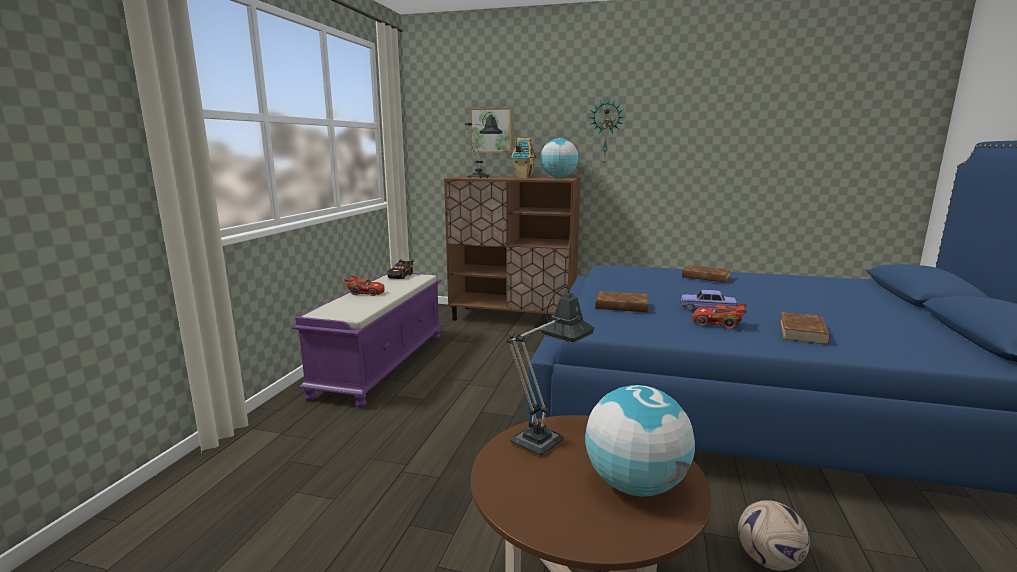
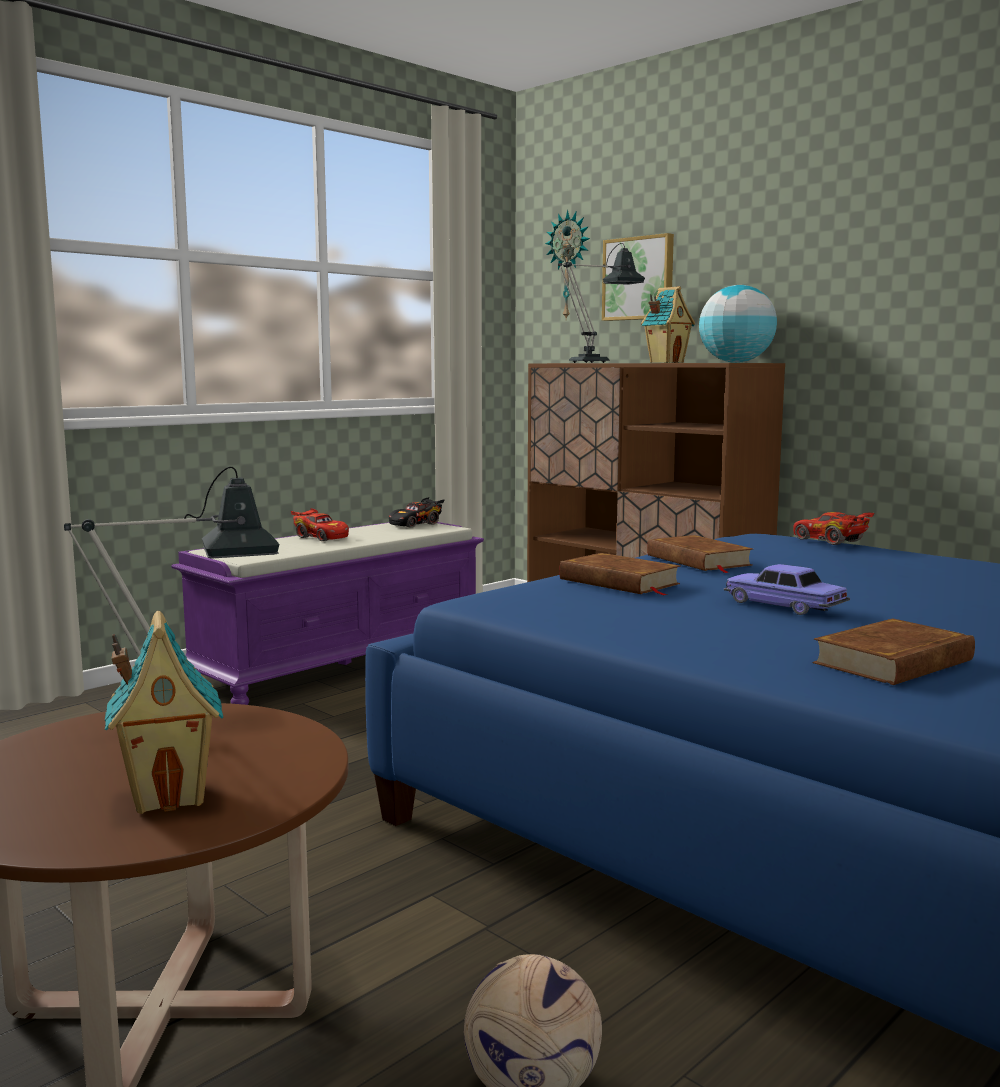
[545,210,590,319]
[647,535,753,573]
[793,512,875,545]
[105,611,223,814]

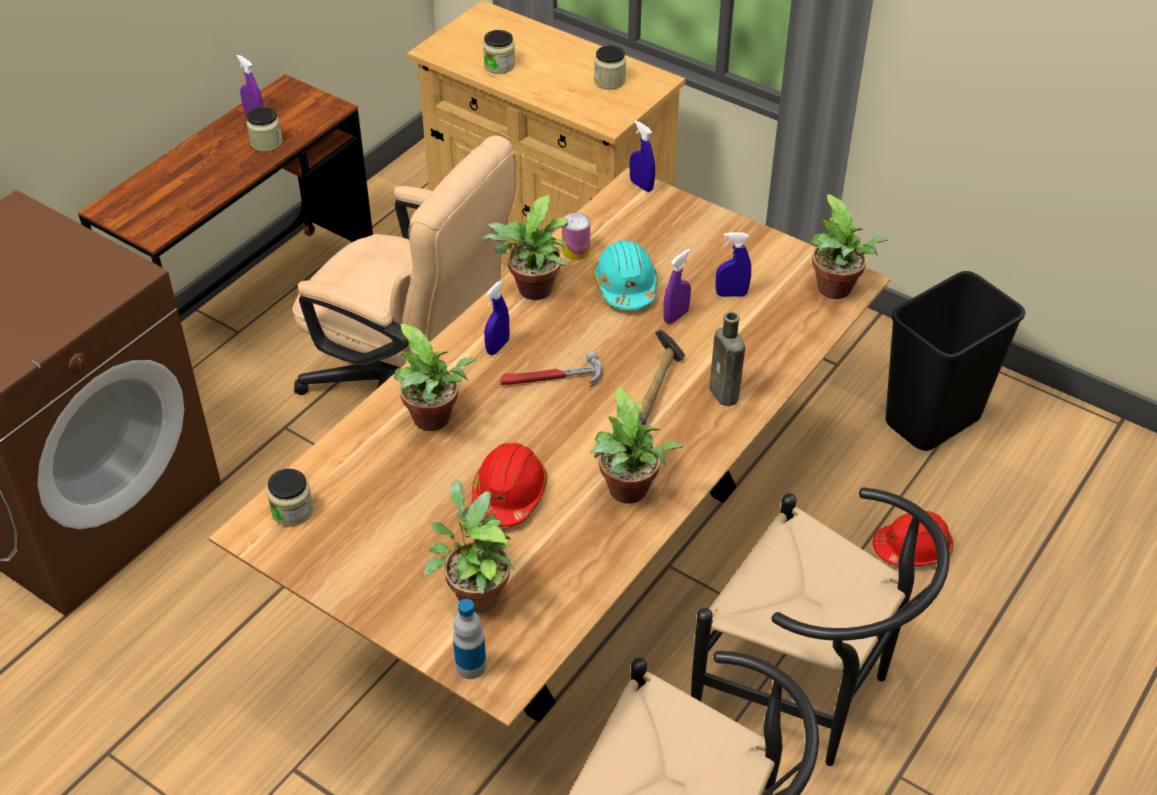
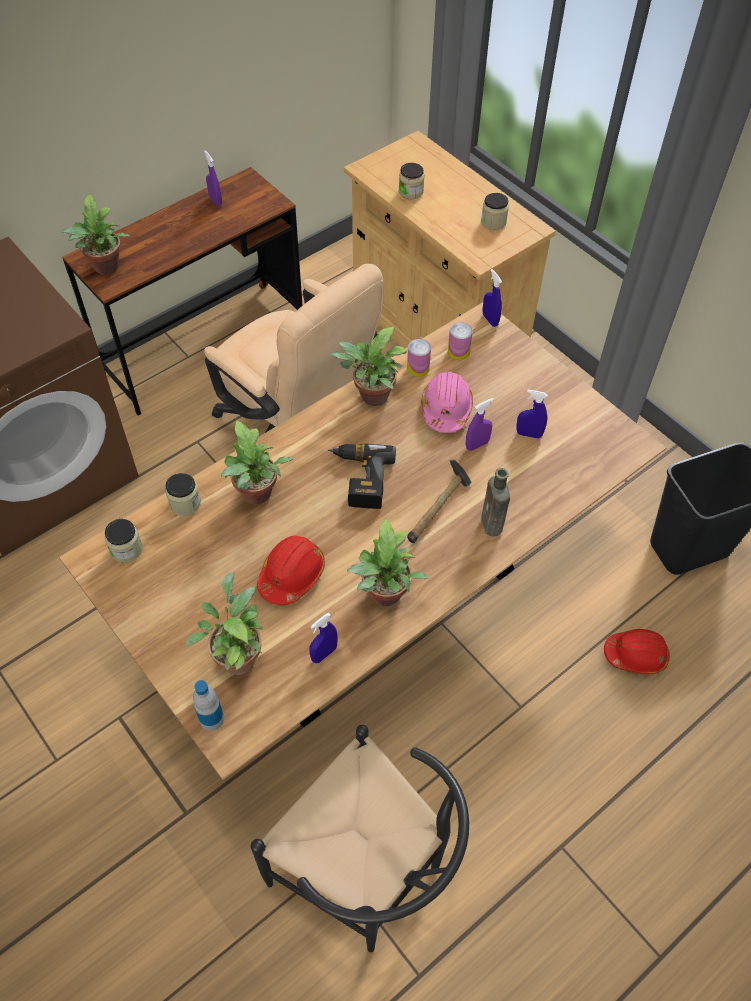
[165,473,201,516]
[62,194,130,274]
[421,372,473,433]
[309,613,338,663]
[328,443,396,509]
[691,487,950,766] (first image)
[448,323,473,360]

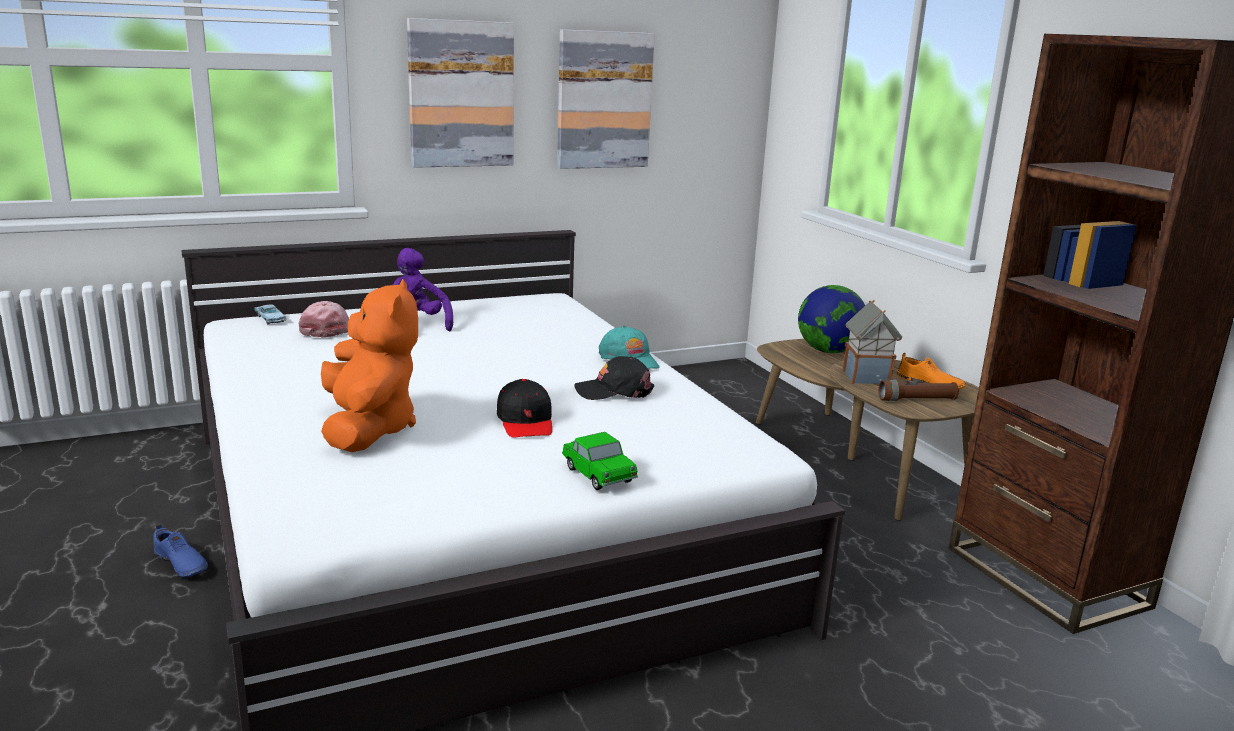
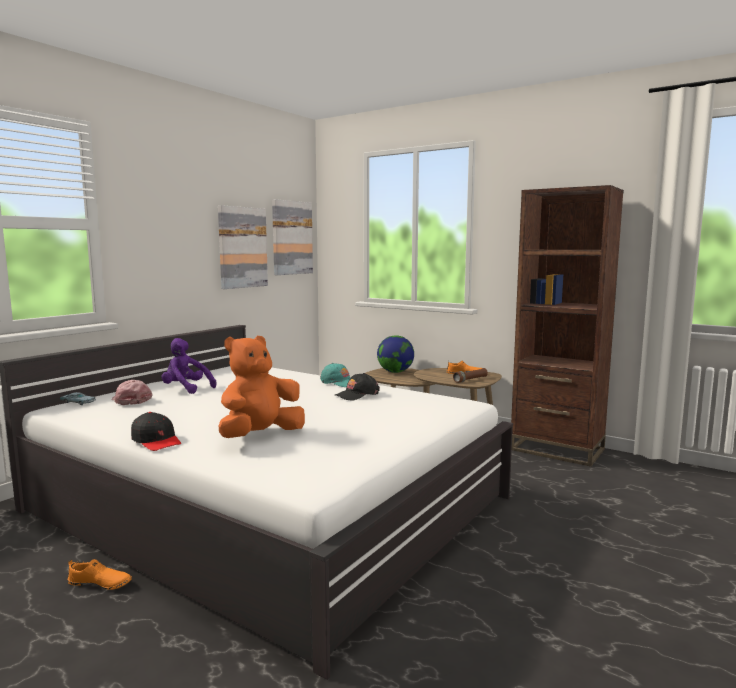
[272,199,313,275]
[219,336,305,438]
[843,300,902,384] (first image)
[131,412,181,451]
[562,432,638,490] (first image)
[68,559,132,590]

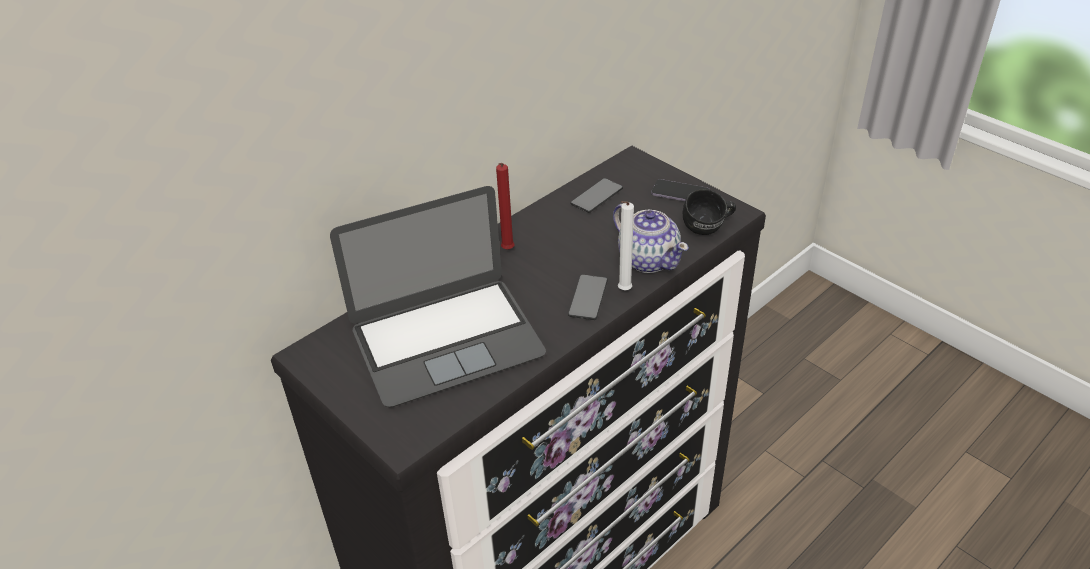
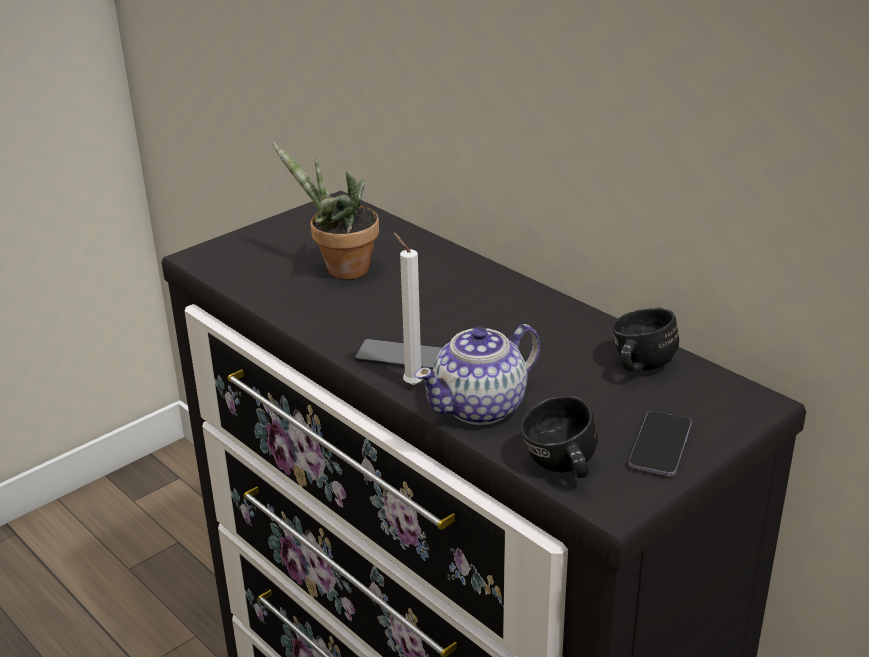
[496,163,514,250] (first image)
[612,307,679,372]
[272,142,379,279]

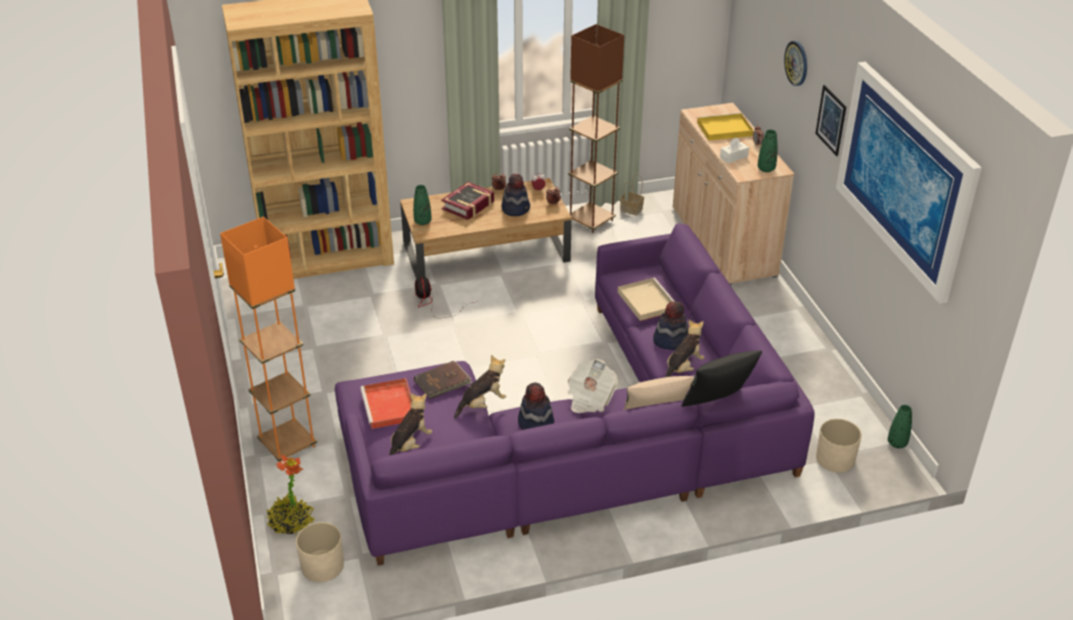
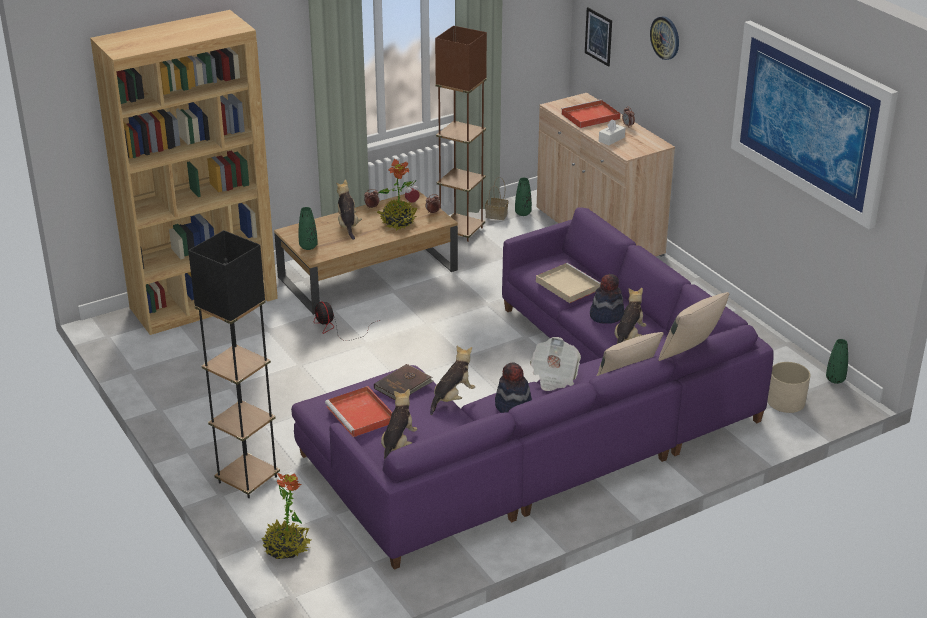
[585,7,612,67]
[561,99,621,128]
[515,178,532,216]
[377,159,417,231]
[336,180,362,240]
[188,230,280,498]
[658,292,729,361]
[296,522,344,582] (first image)

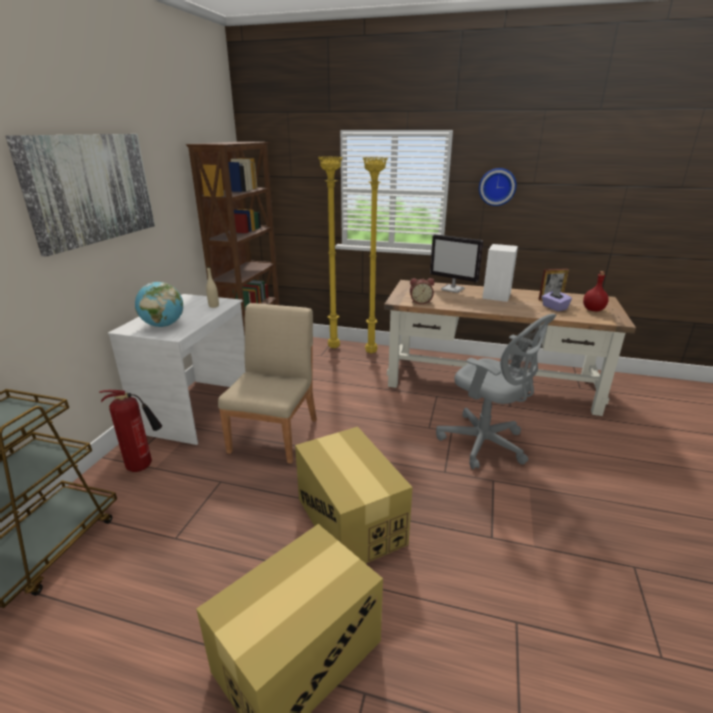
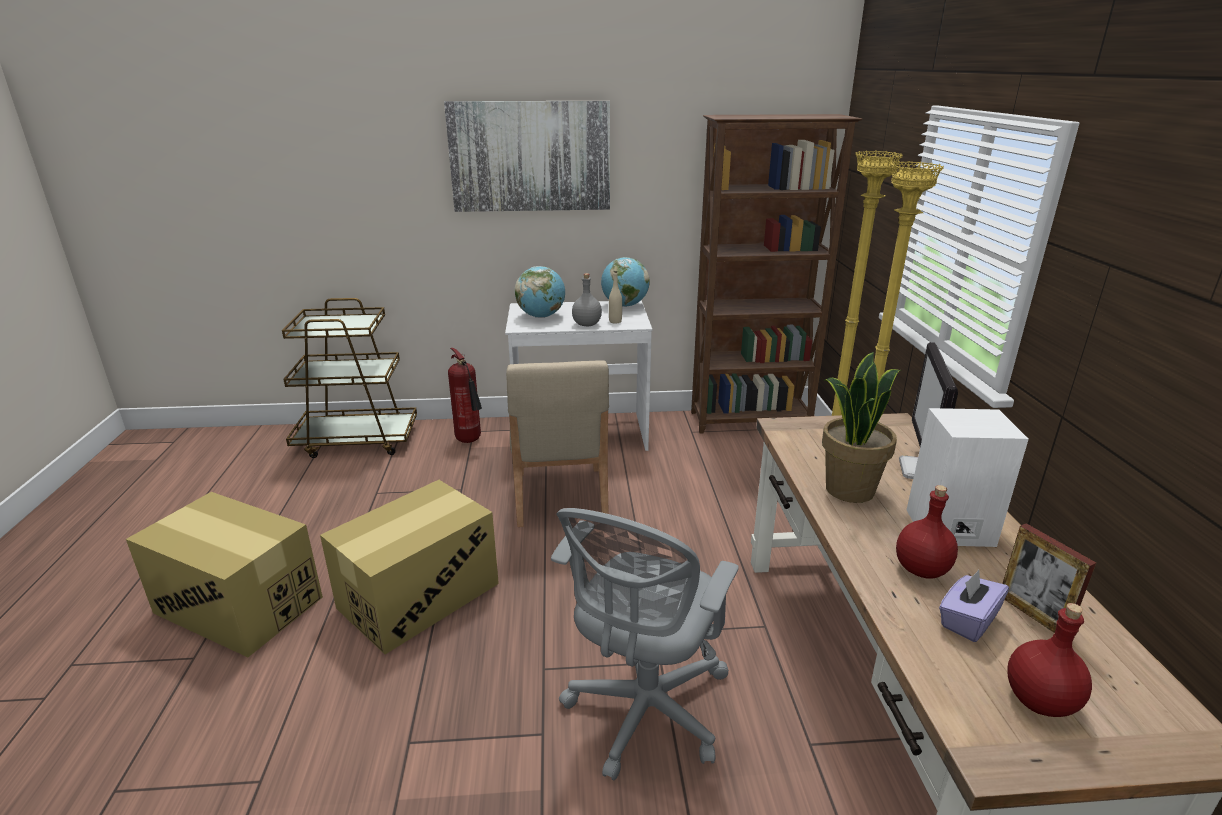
[479,168,516,206] (first image)
[410,278,434,304] (first image)
[506,360,609,527]
[601,257,650,307]
[572,273,602,326]
[822,352,901,503]
[896,485,958,579]

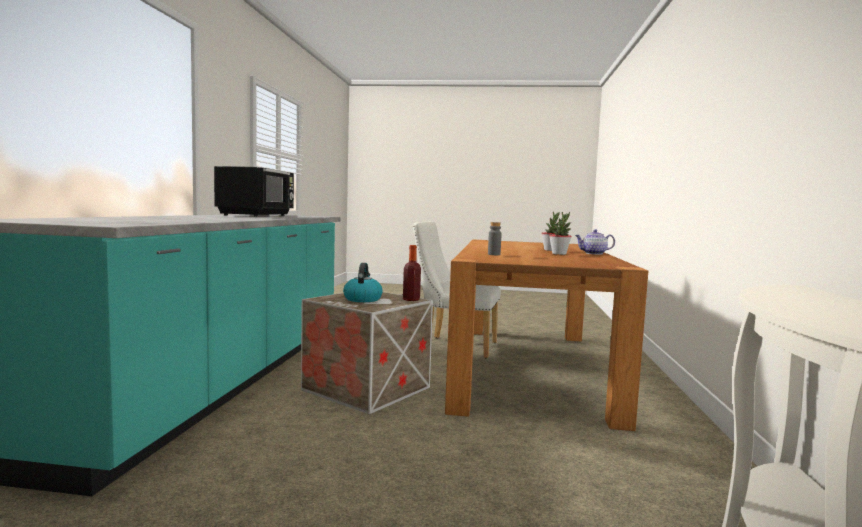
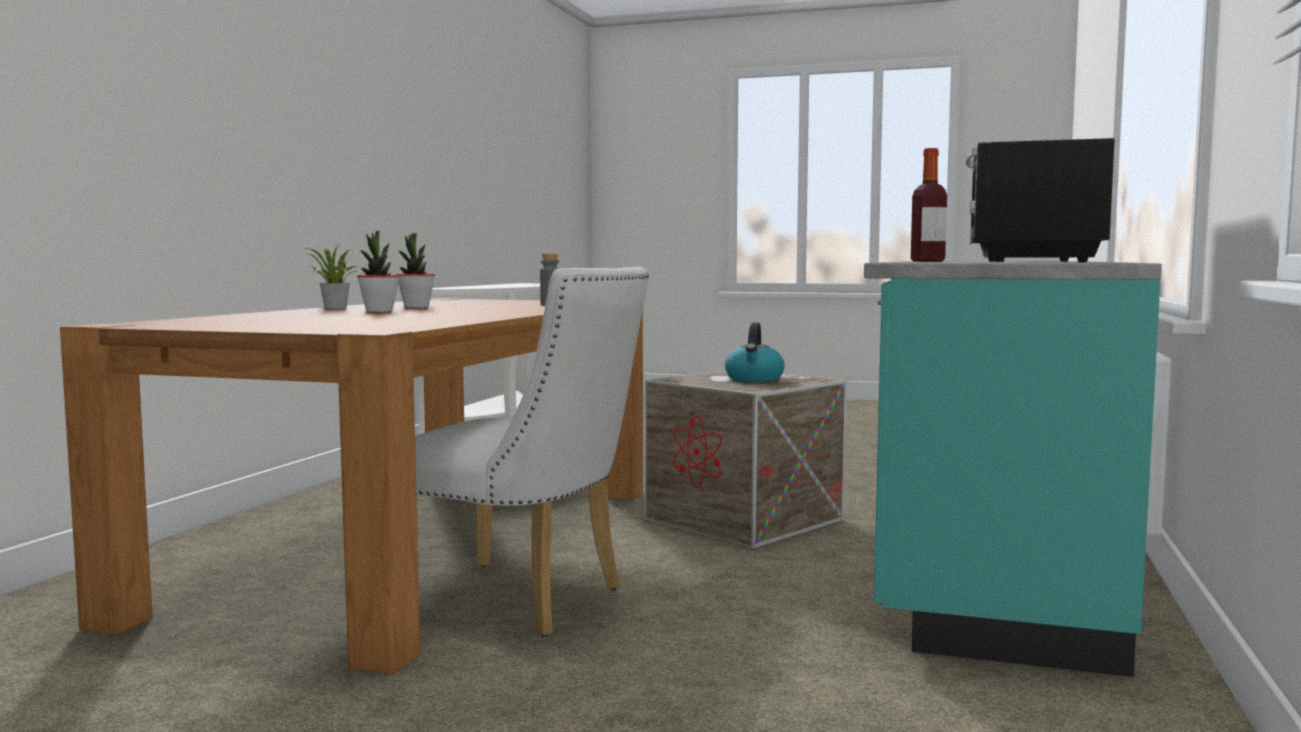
[305,245,360,309]
[911,148,947,262]

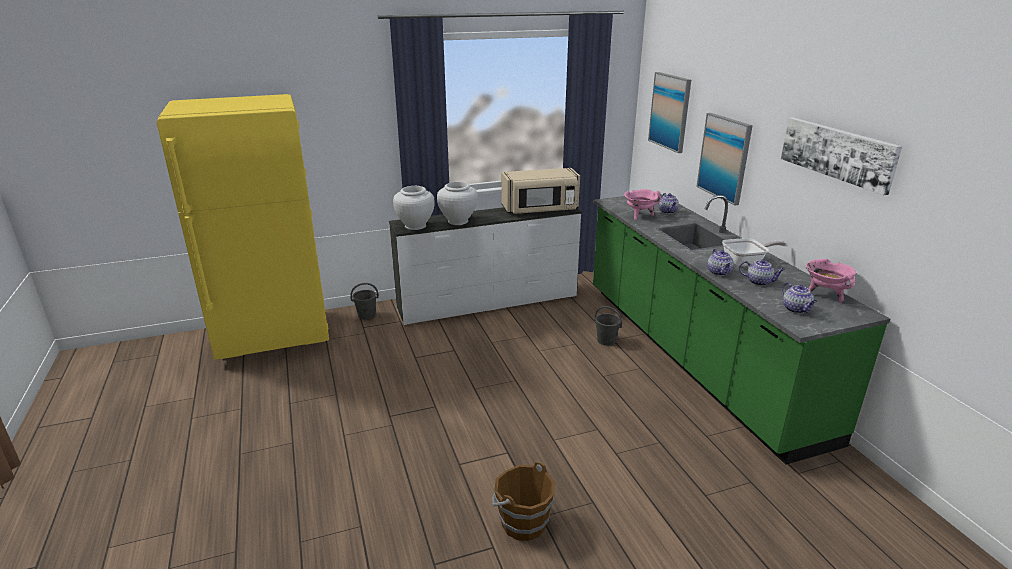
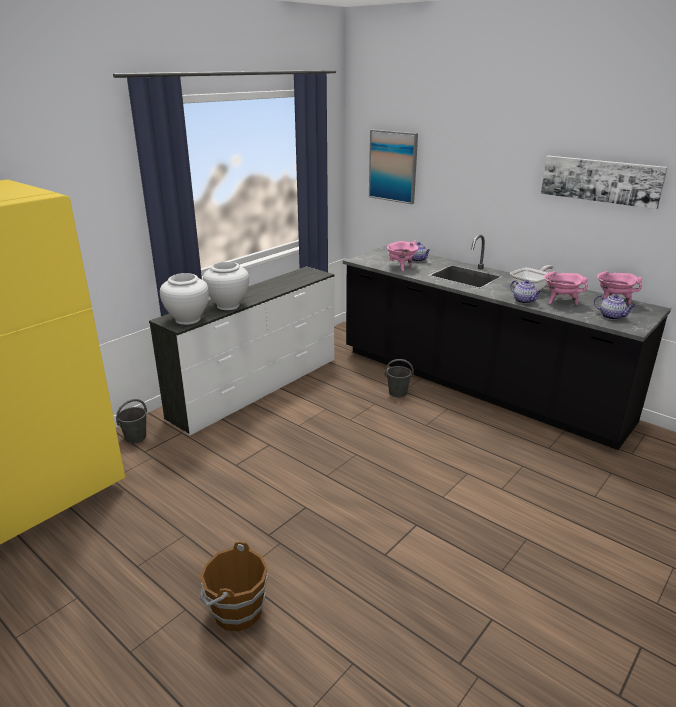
[696,113,753,206] (first image)
[501,168,580,214] (first image)
[343,235,671,450]
[544,271,588,305]
[200,541,268,631]

